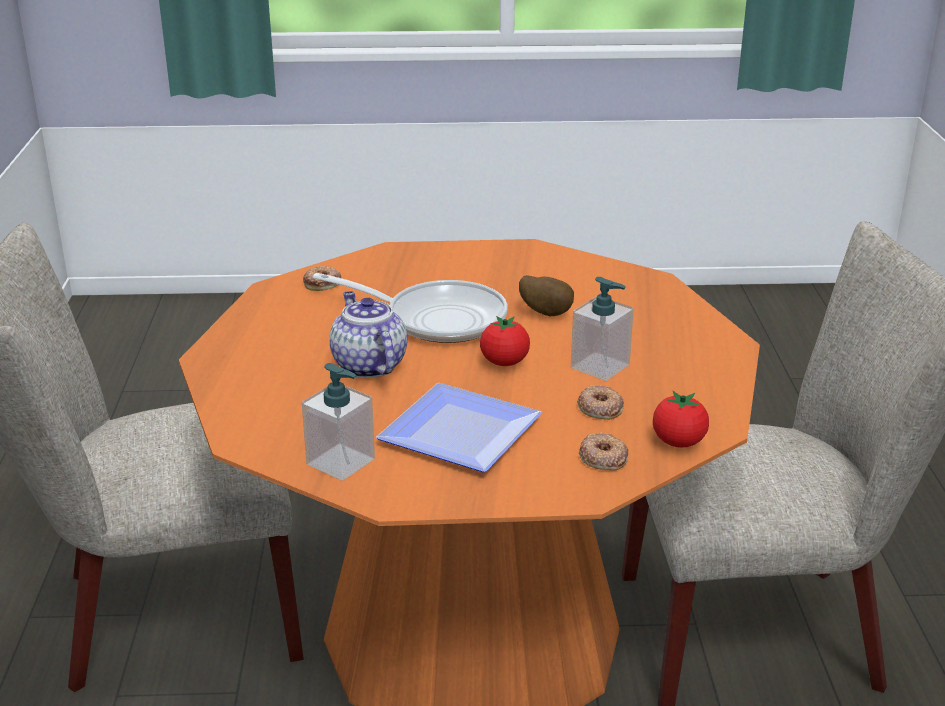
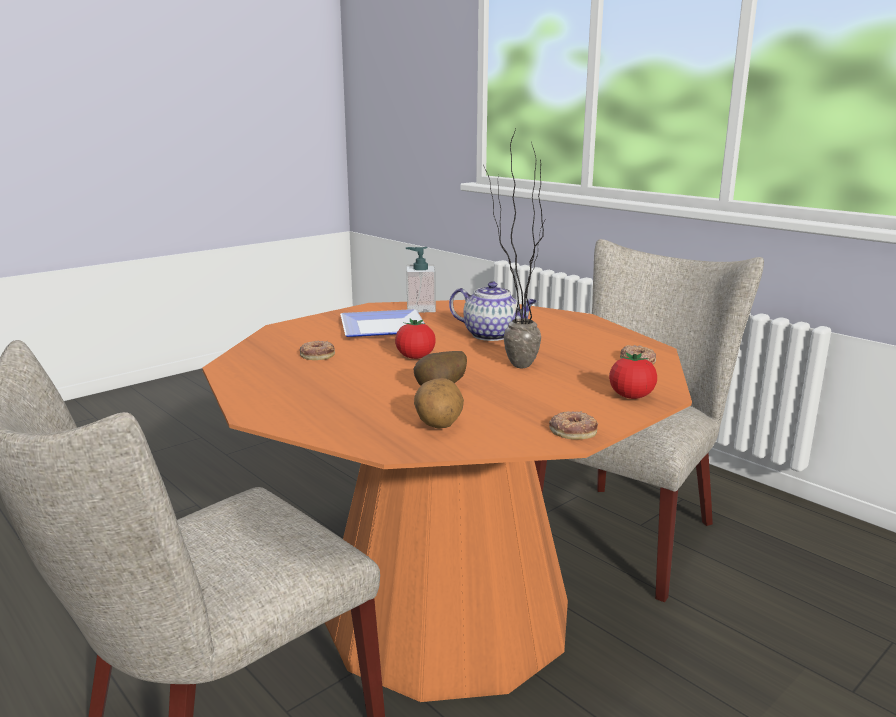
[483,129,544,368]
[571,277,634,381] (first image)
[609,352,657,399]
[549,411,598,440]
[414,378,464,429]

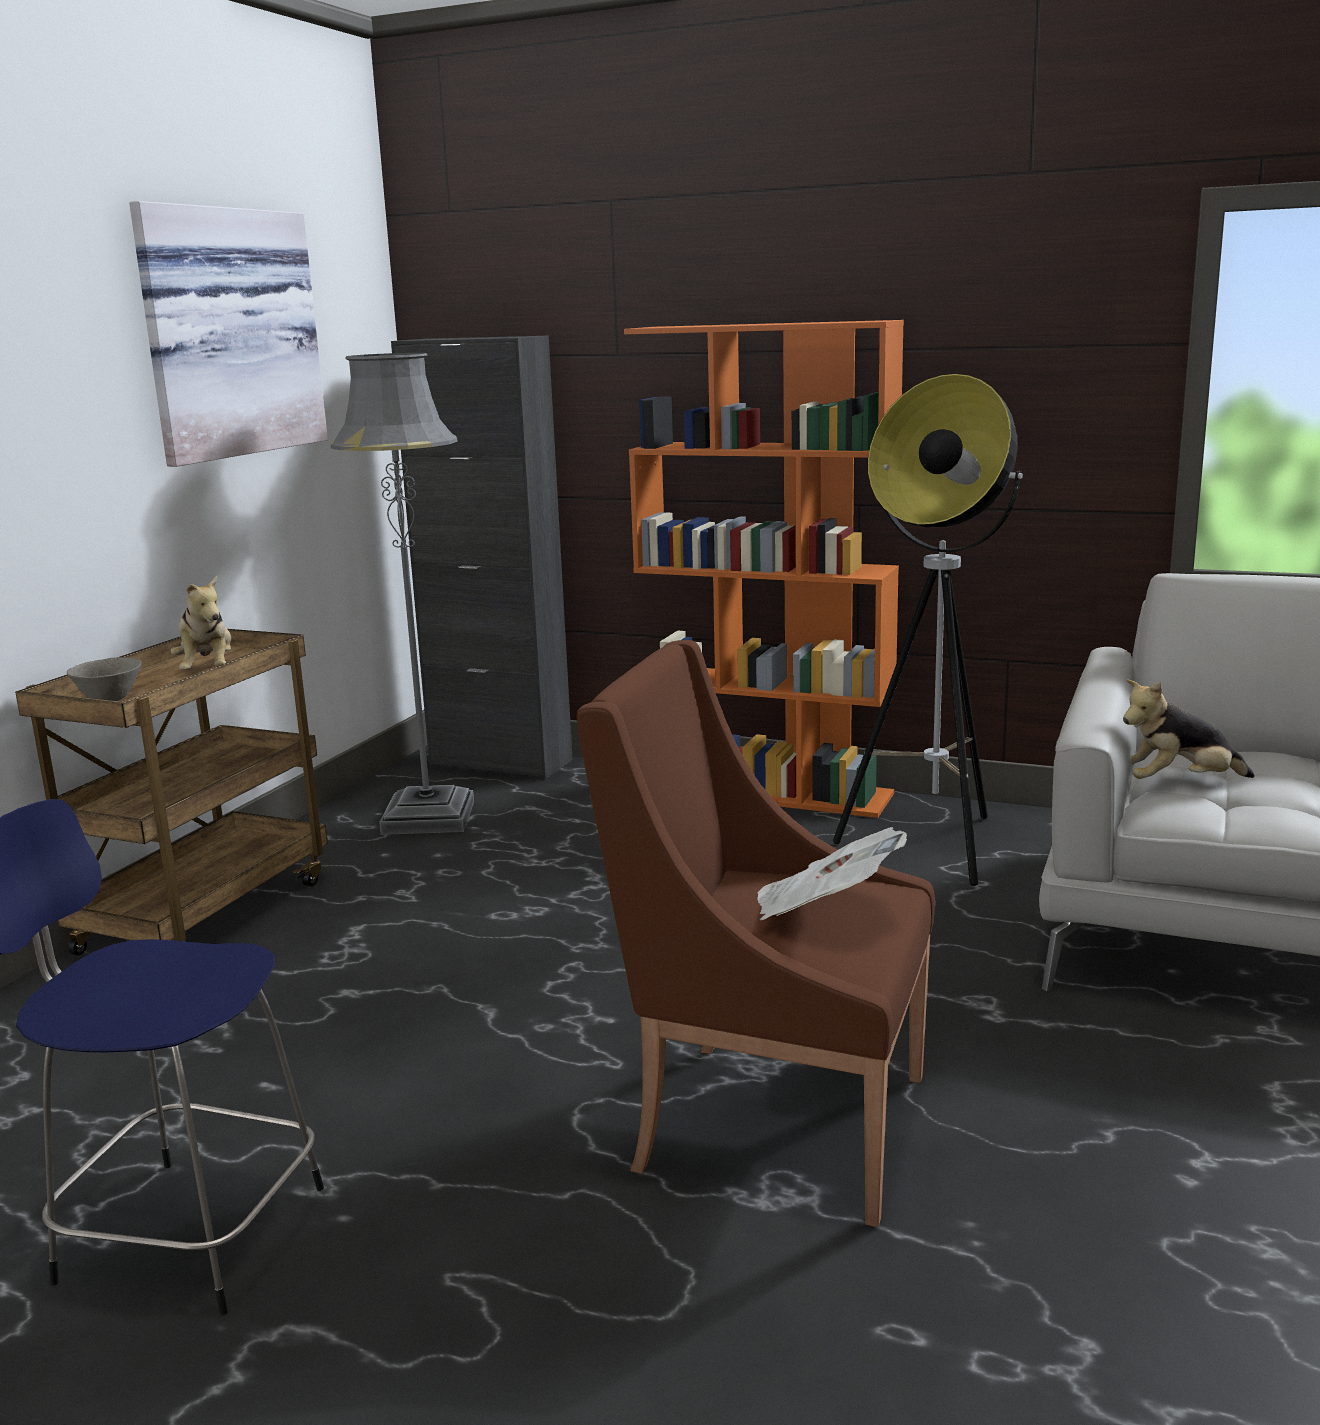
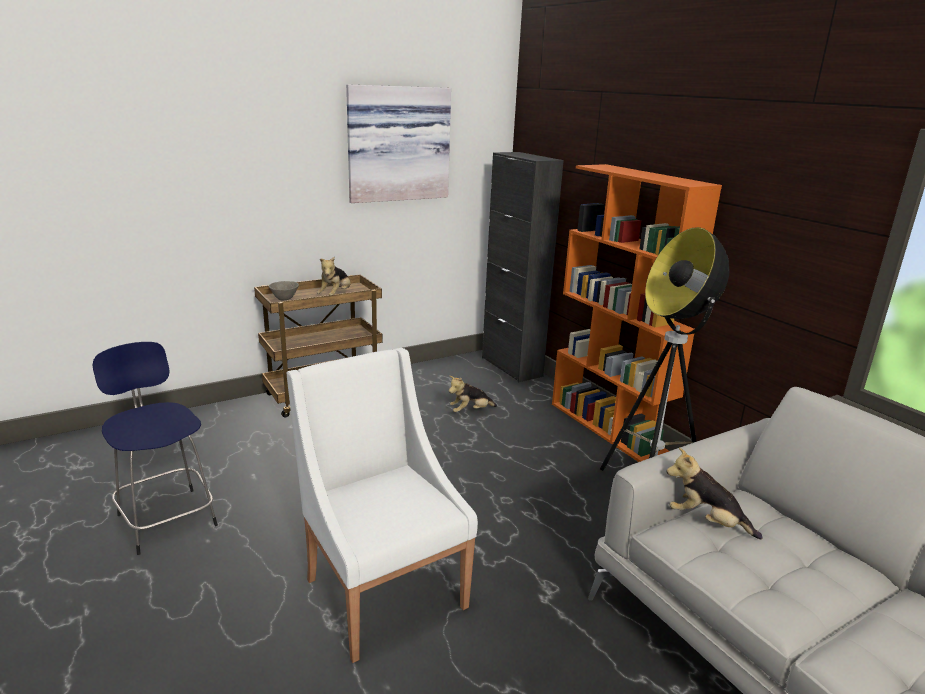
[331,353,474,835] (first image)
[287,348,478,663]
[757,827,907,920] (first image)
[449,376,497,412]

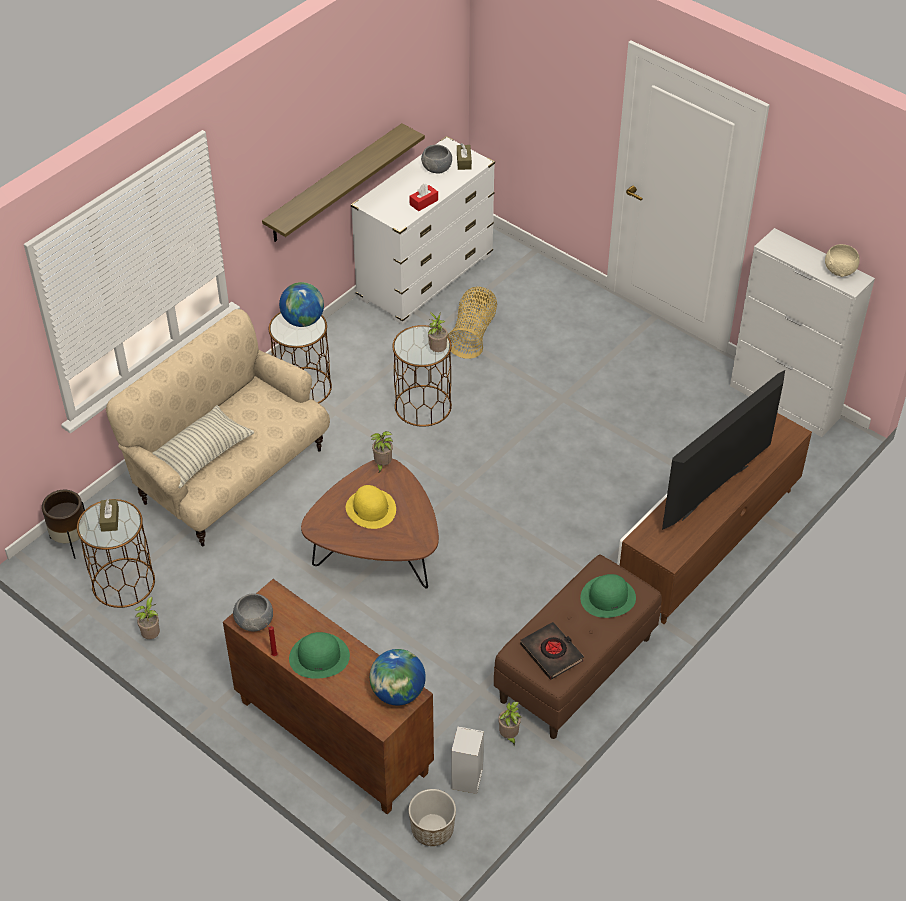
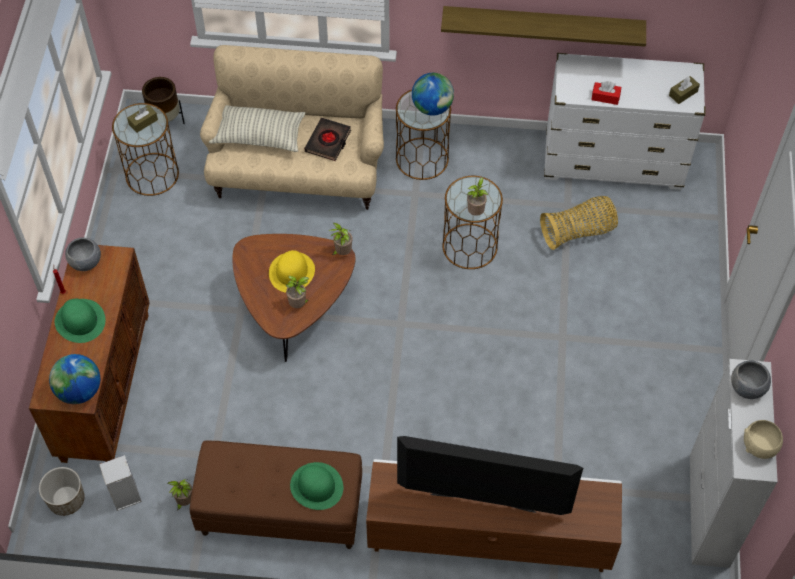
[731,360,771,399]
[286,276,309,308]
[304,118,351,161]

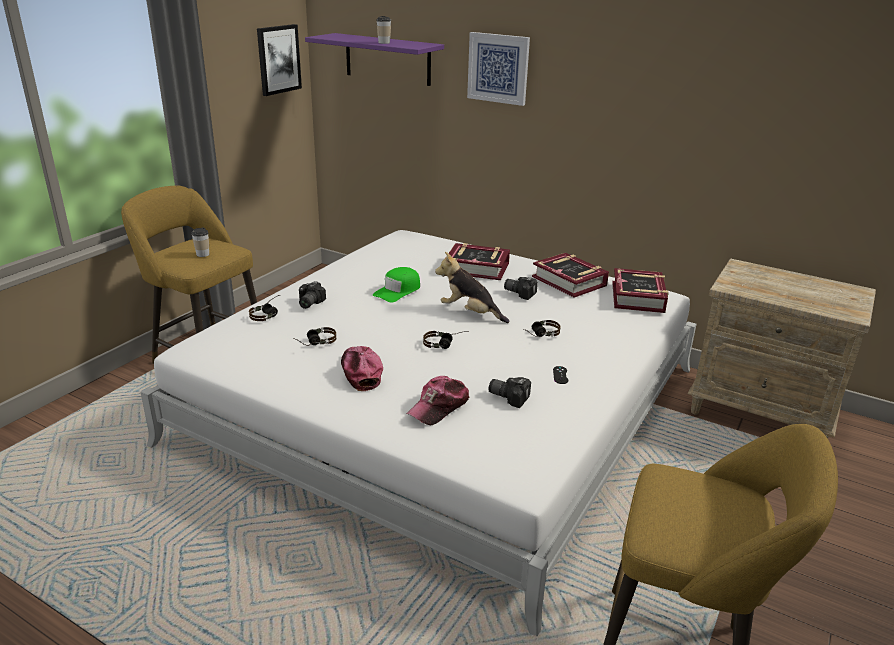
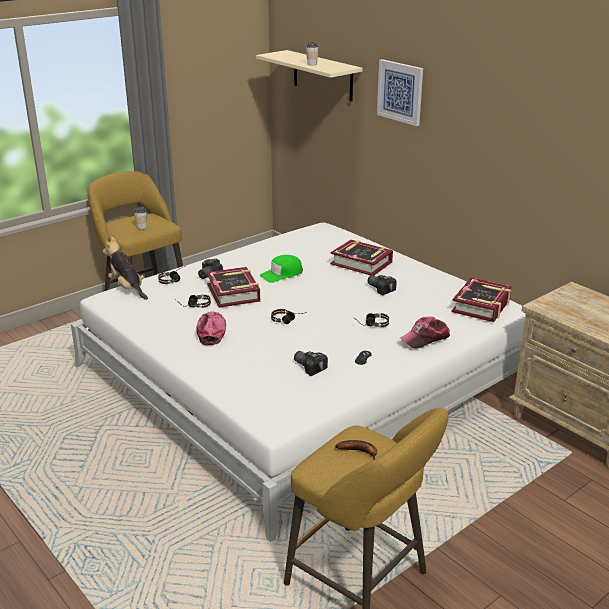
[257,24,302,96] (first image)
[256,50,363,102]
[103,236,148,300]
[207,267,260,308]
[400,316,450,349]
[335,440,377,460]

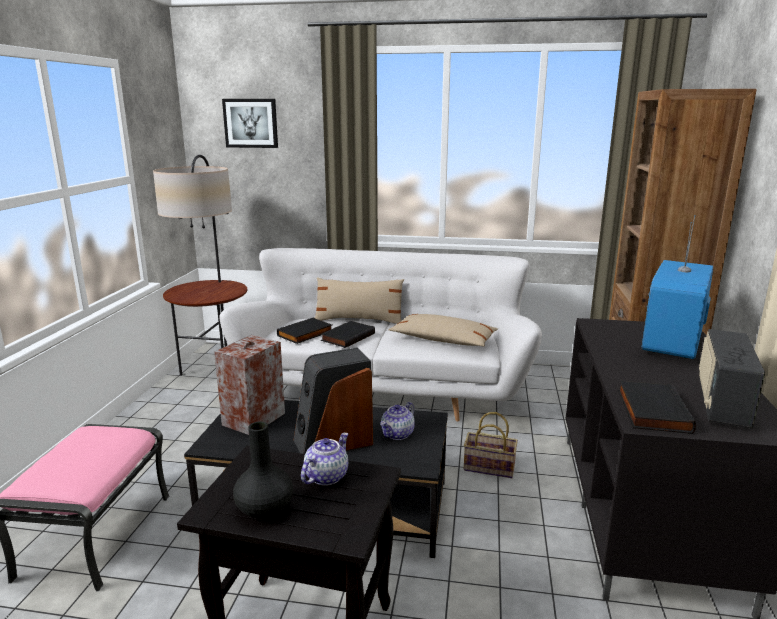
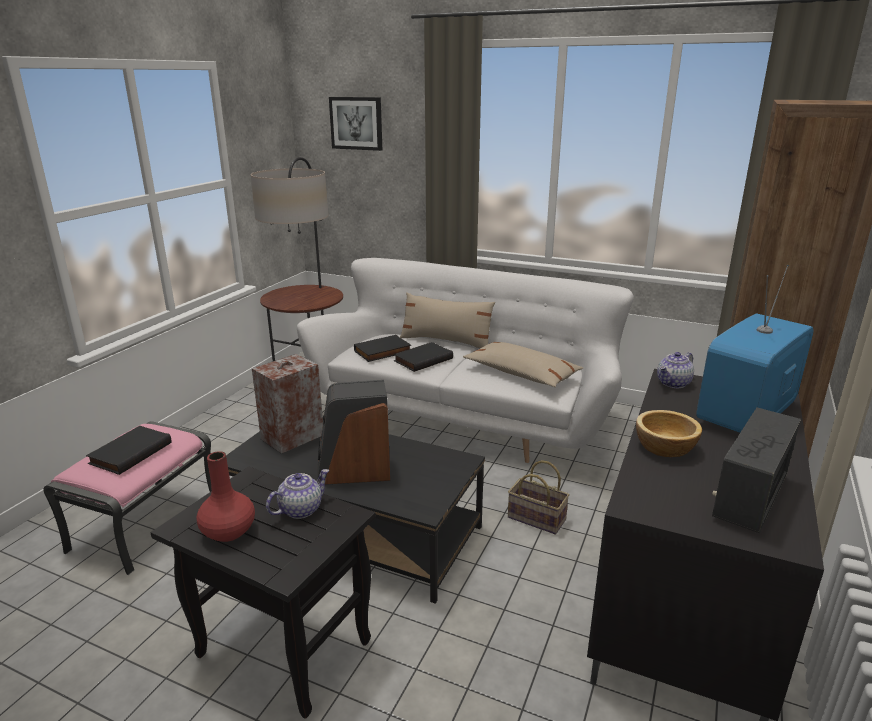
[86,426,172,475]
[657,352,694,388]
[196,451,255,542]
[636,410,702,457]

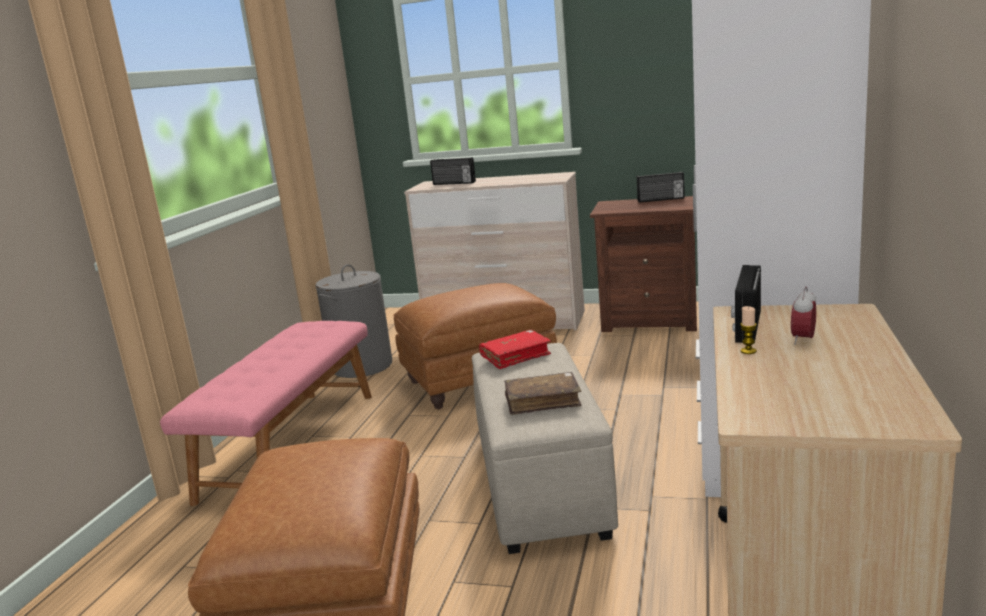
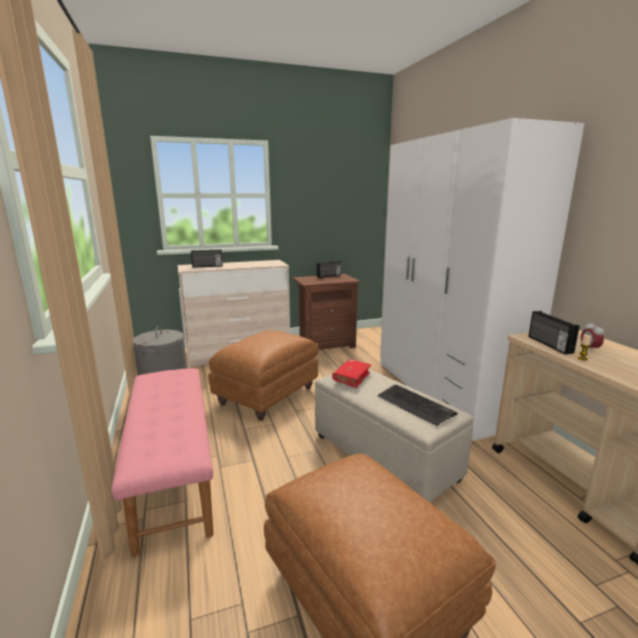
[377,385,458,426]

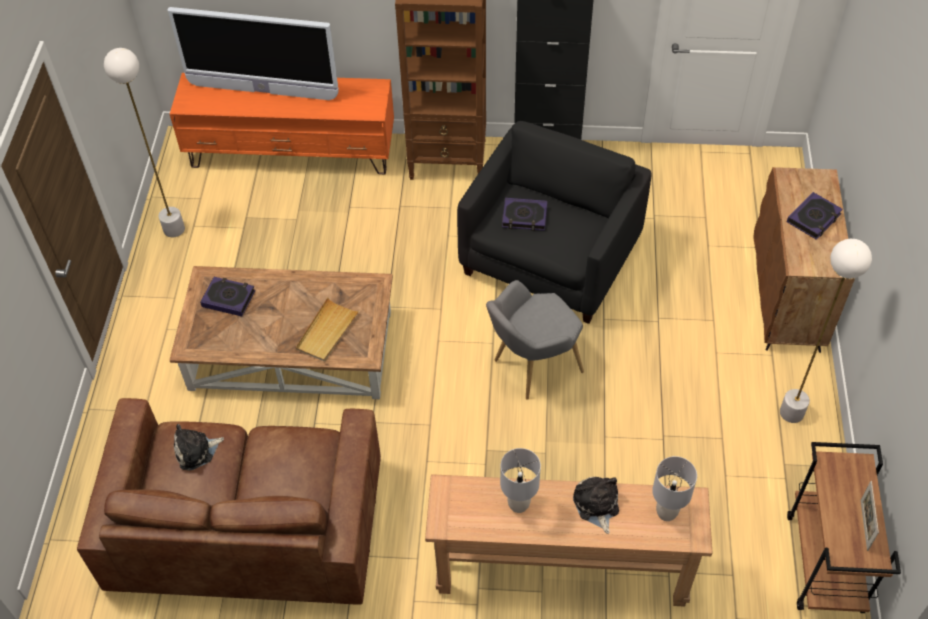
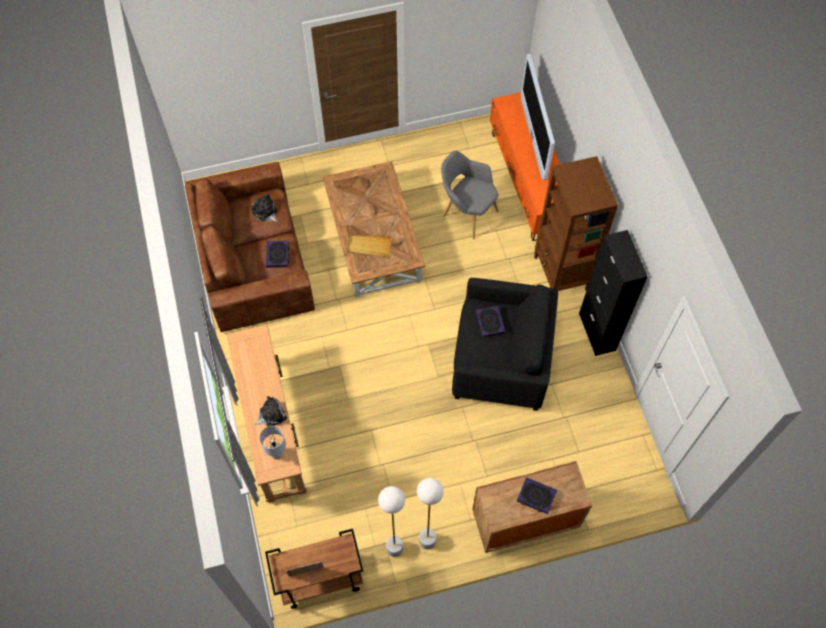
[378,486,405,557]
[266,240,289,268]
[441,150,499,239]
[500,448,541,513] (first image)

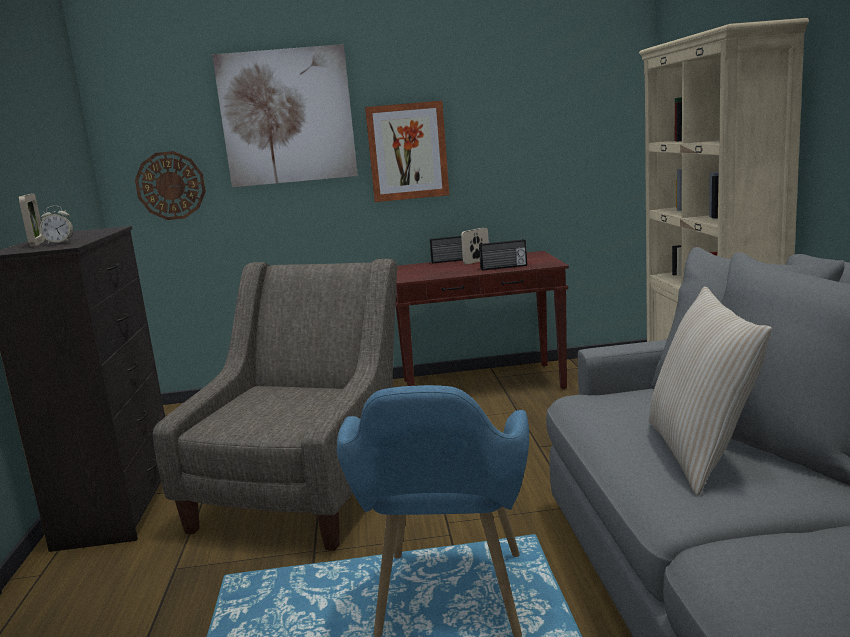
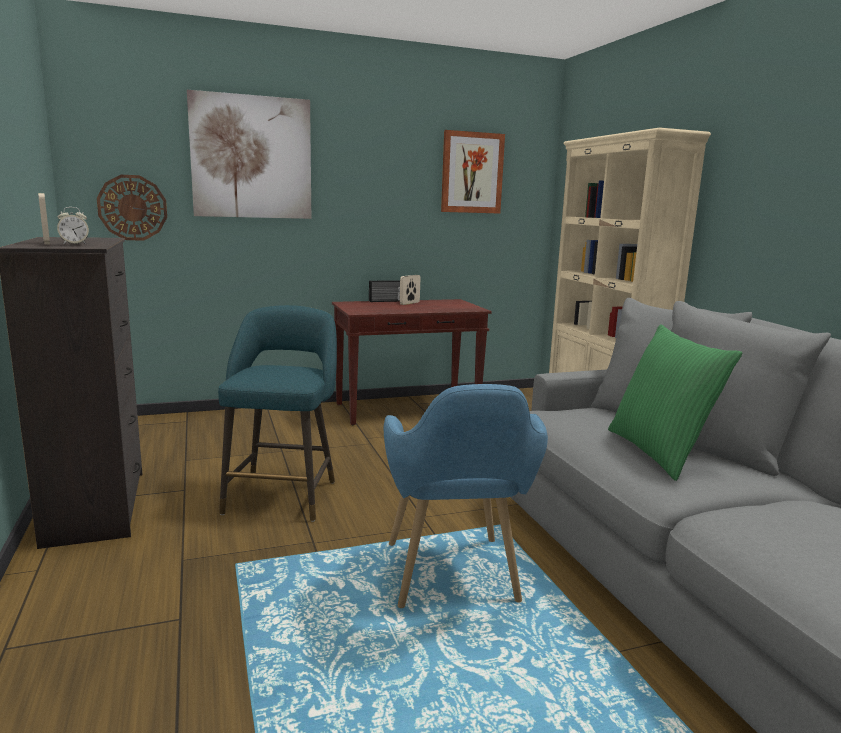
[441,130,505,214]
[479,239,527,271] (first image)
[218,305,337,522]
[608,324,742,481]

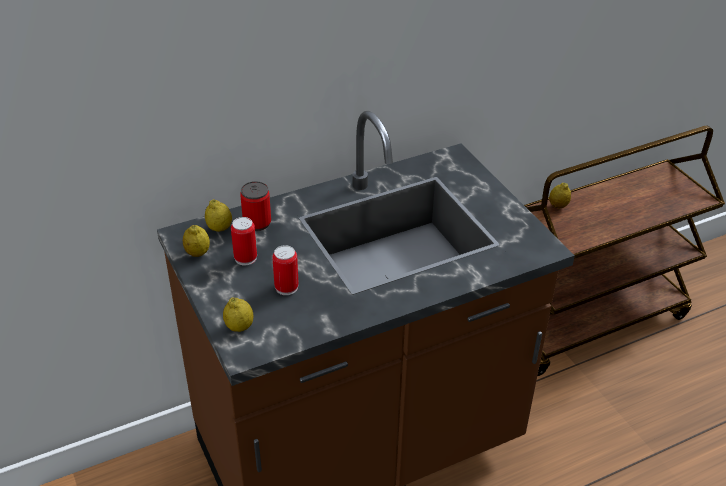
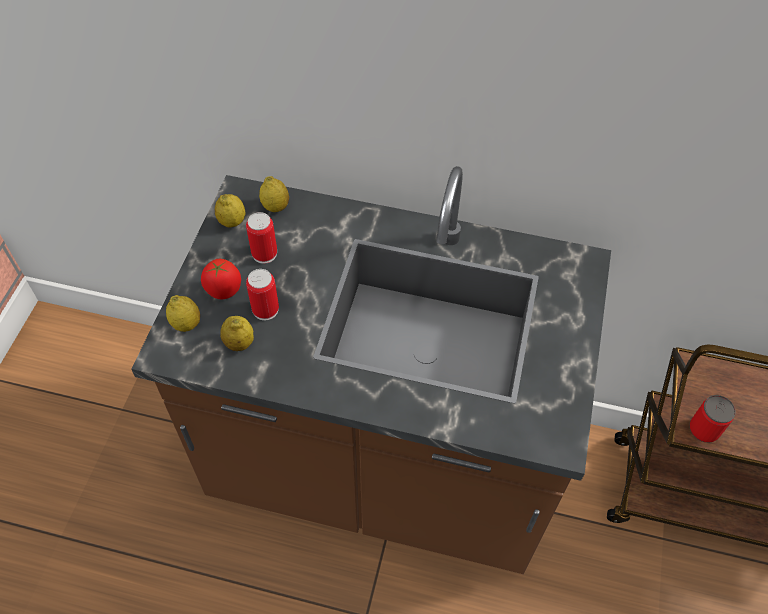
[690,395,736,442]
[220,316,254,351]
[201,259,241,299]

